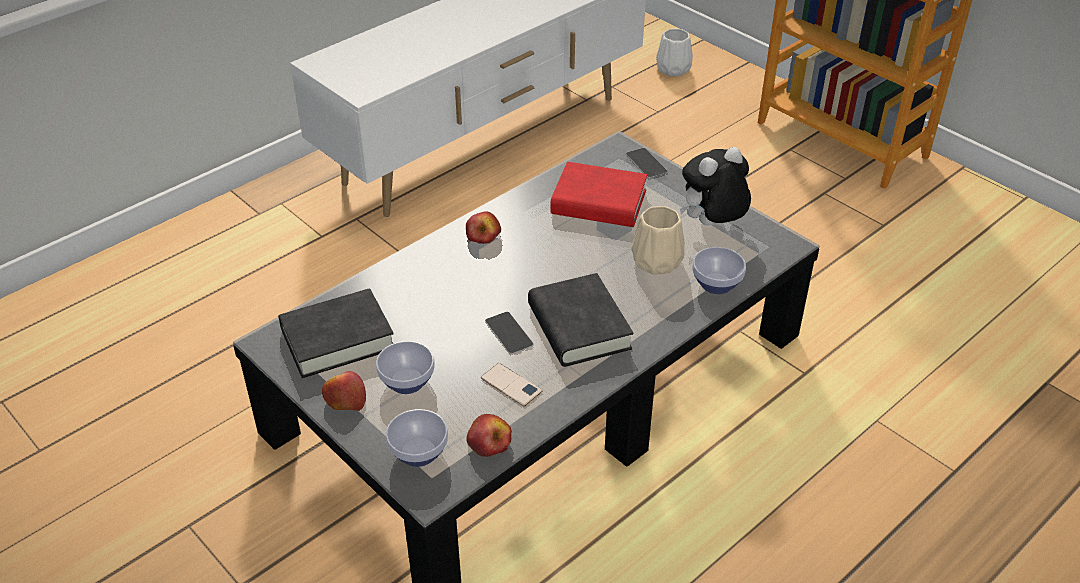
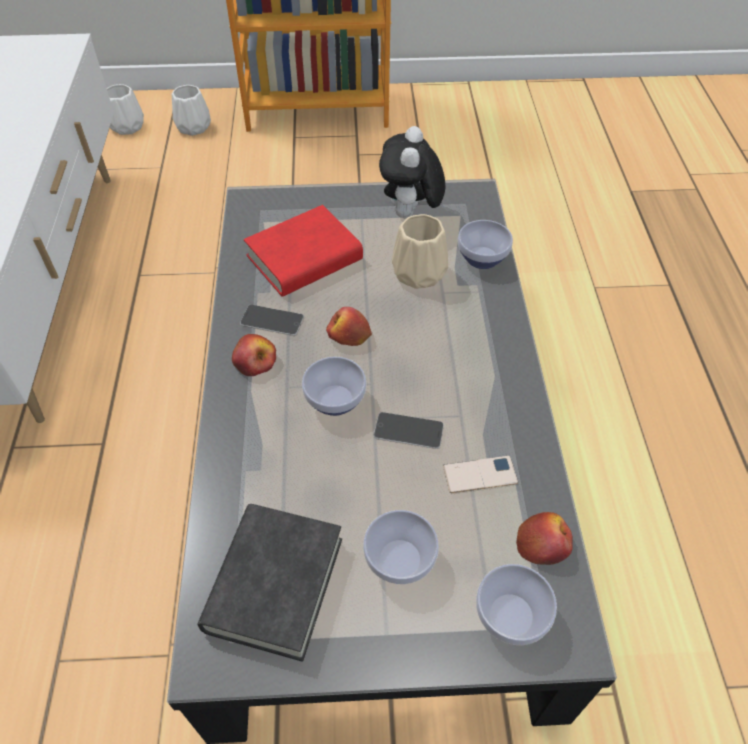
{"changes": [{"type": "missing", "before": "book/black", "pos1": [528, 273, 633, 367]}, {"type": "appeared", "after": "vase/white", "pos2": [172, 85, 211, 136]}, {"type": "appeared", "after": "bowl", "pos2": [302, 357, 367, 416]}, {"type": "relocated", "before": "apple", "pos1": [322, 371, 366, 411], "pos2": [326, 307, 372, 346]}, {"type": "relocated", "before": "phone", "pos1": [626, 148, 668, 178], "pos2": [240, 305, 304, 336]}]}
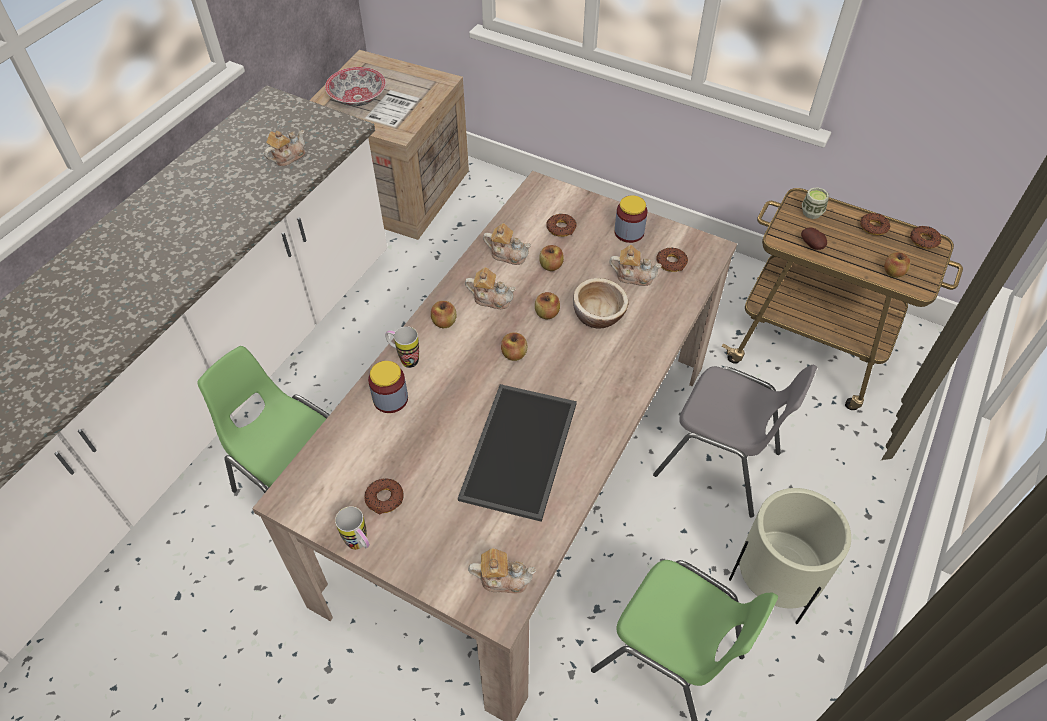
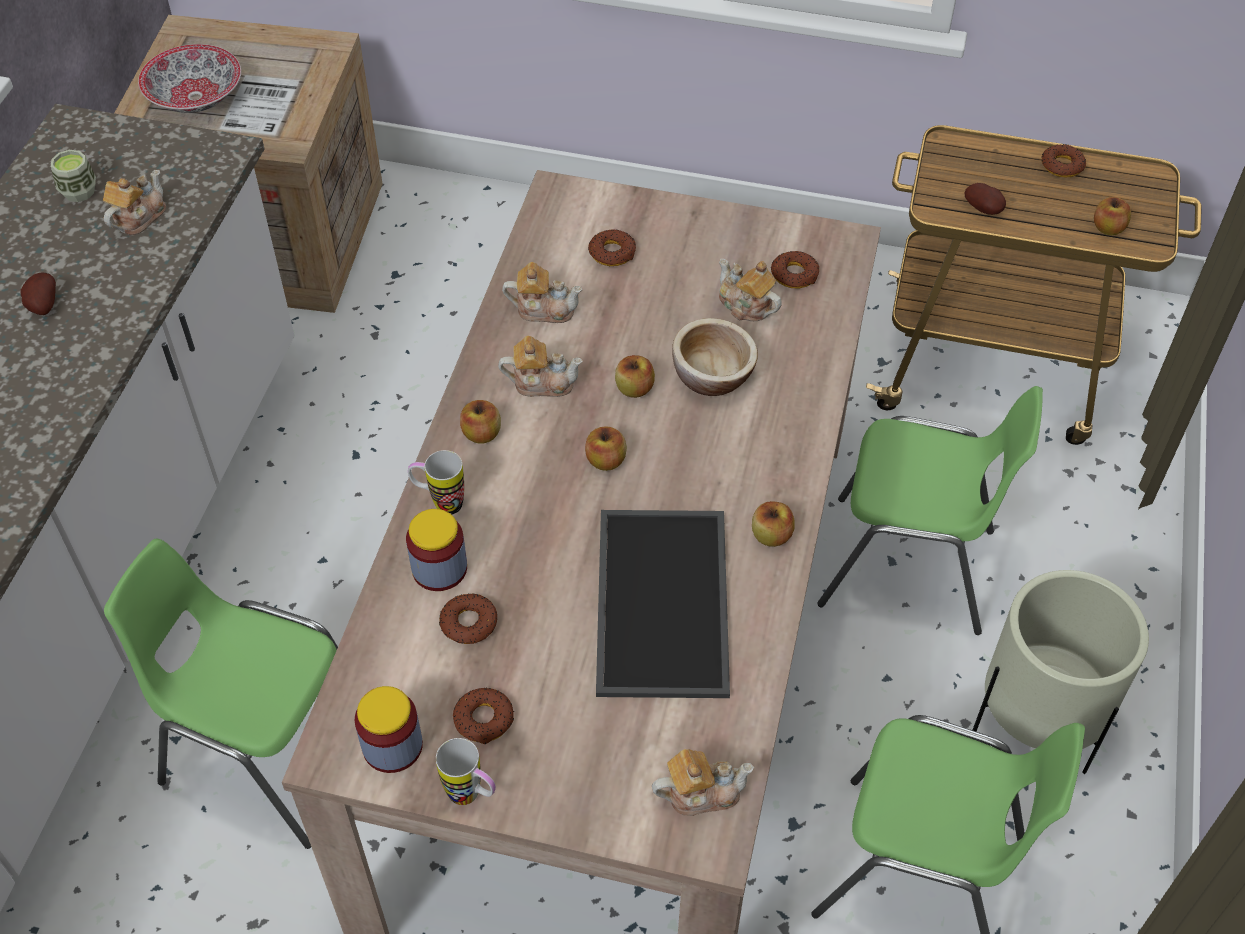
{"changes": [{"type": "appeared", "after": "potato", "pos2": [20, 272, 56, 315]}, {"type": "relocated", "before": "apple", "pos1": [540, 245, 564, 271], "pos2": [752, 501, 795, 547]}, {"type": "relocated", "before": "jar", "pos1": [614, 195, 648, 243], "pos2": [355, 686, 423, 773]}, {"type": "relocated", "before": "cup", "pos1": [802, 187, 829, 219], "pos2": [51, 150, 96, 202]}, {"type": "relocated", "before": "donut", "pos1": [910, 226, 941, 249], "pos2": [439, 593, 497, 644]}, {"type": "colour", "before": "chair/grey", "after": "chair/green", "pos1": [653, 365, 817, 518], "pos2": [817, 386, 1043, 635]}, {"type": "spun", "before": "teapot", "pos1": [609, 245, 662, 286], "pos2": [719, 259, 782, 321], "turn": -135}]}
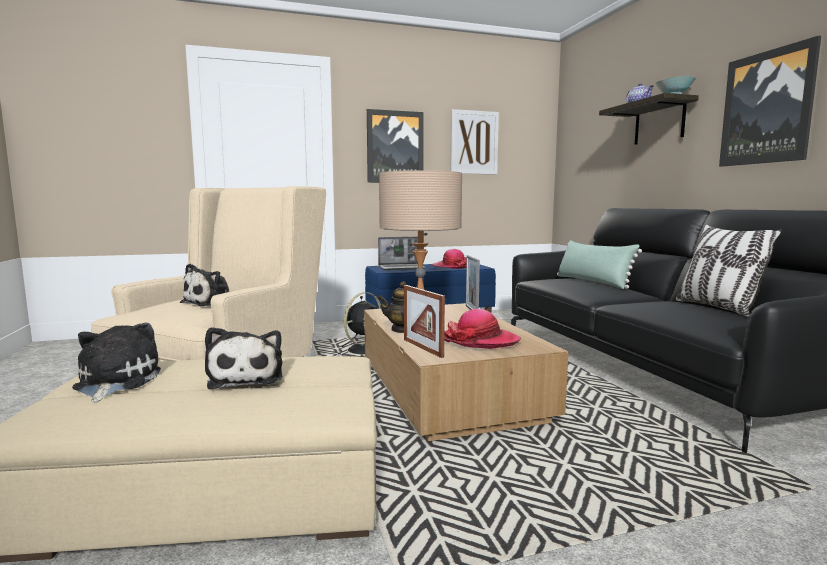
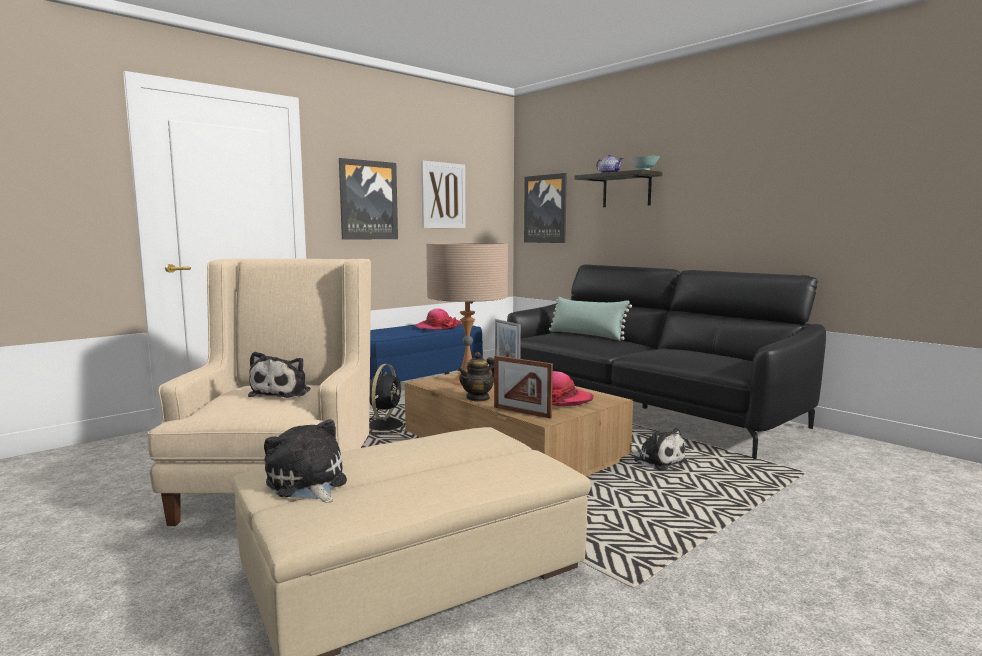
{"changes": [{"type": "missing", "before": "laptop", "pos1": [378, 237, 426, 270]}, {"type": "missing", "before": "pillow", "pos1": [676, 224, 782, 317]}, {"type": "relocated", "before": "plush toy", "pos1": [205, 327, 283, 389], "pos2": [631, 428, 687, 471]}, {"type": "relocated", "before": "picture", "pos1": [719, 36, 821, 167], "pos2": [524, 173, 567, 243]}]}
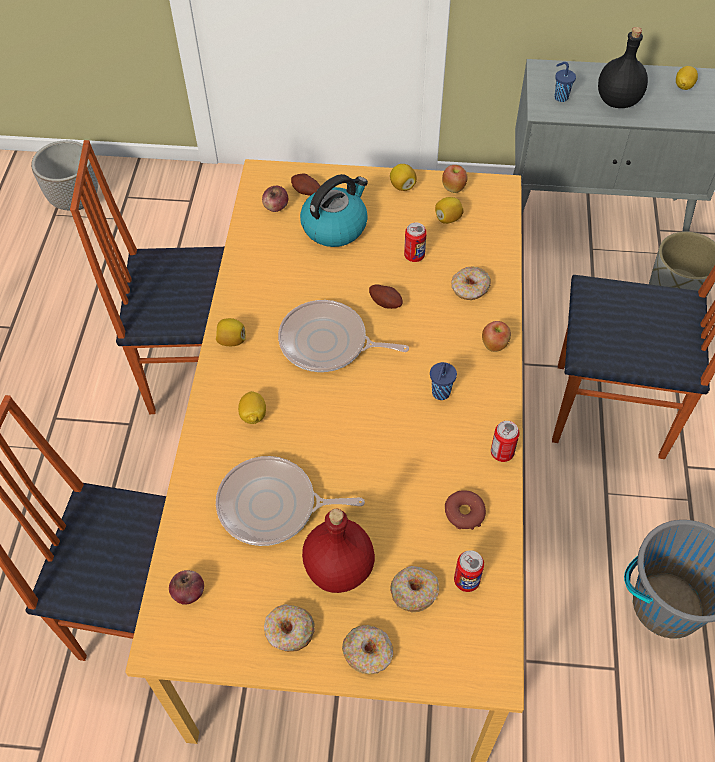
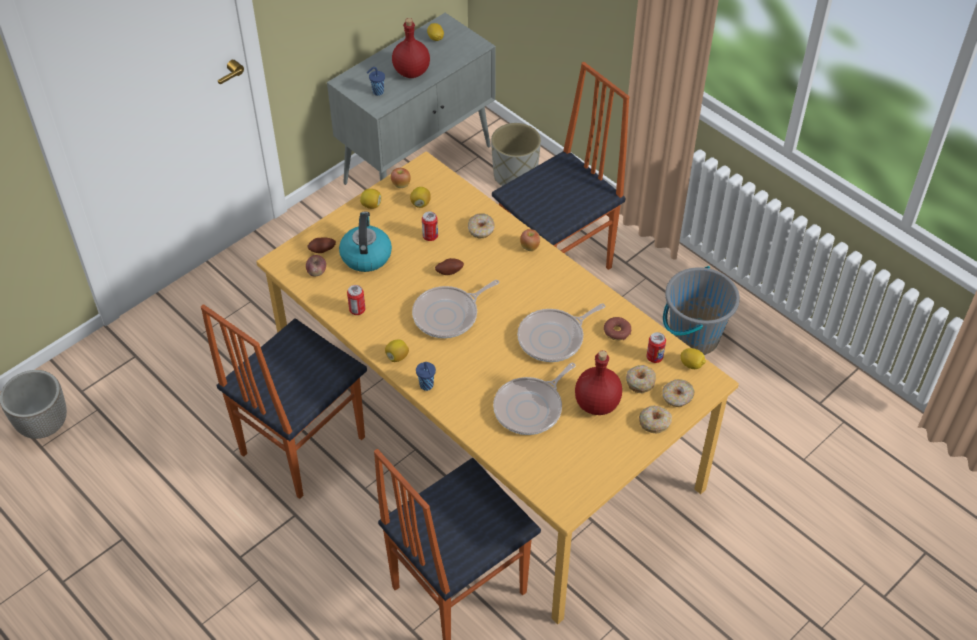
{"changes": [{"type": "missing", "before": "apple", "pos1": [169, 570, 204, 605]}, {"type": "appeared", "after": "frying pan", "pos2": [517, 303, 606, 362]}, {"type": "relocated", "before": "lemon", "pos1": [238, 391, 266, 424], "pos2": [681, 348, 706, 369]}, {"type": "relocated", "before": "donut", "pos1": [264, 604, 315, 652], "pos2": [662, 379, 694, 407]}, {"type": "relocated", "before": "cup/blue", "pos1": [430, 362, 457, 400], "pos2": [416, 362, 436, 391]}, {"type": "relocated", "before": "can", "pos1": [491, 421, 520, 462], "pos2": [347, 285, 365, 315]}, {"type": "colour", "before": "bottle/black", "after": "bottle/red", "pos1": [598, 27, 648, 108], "pos2": [392, 18, 430, 78]}]}
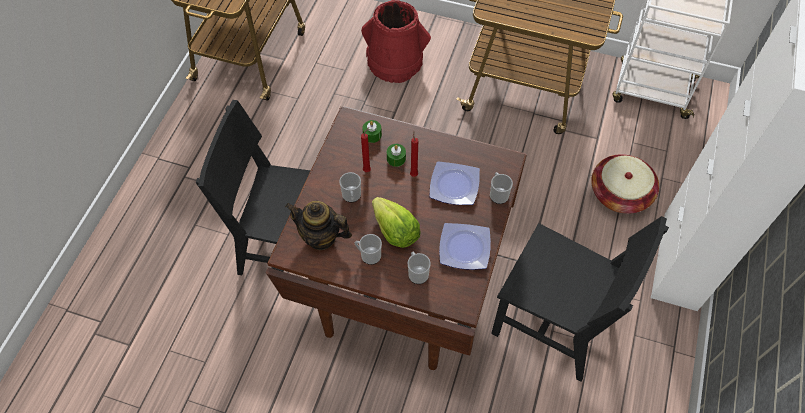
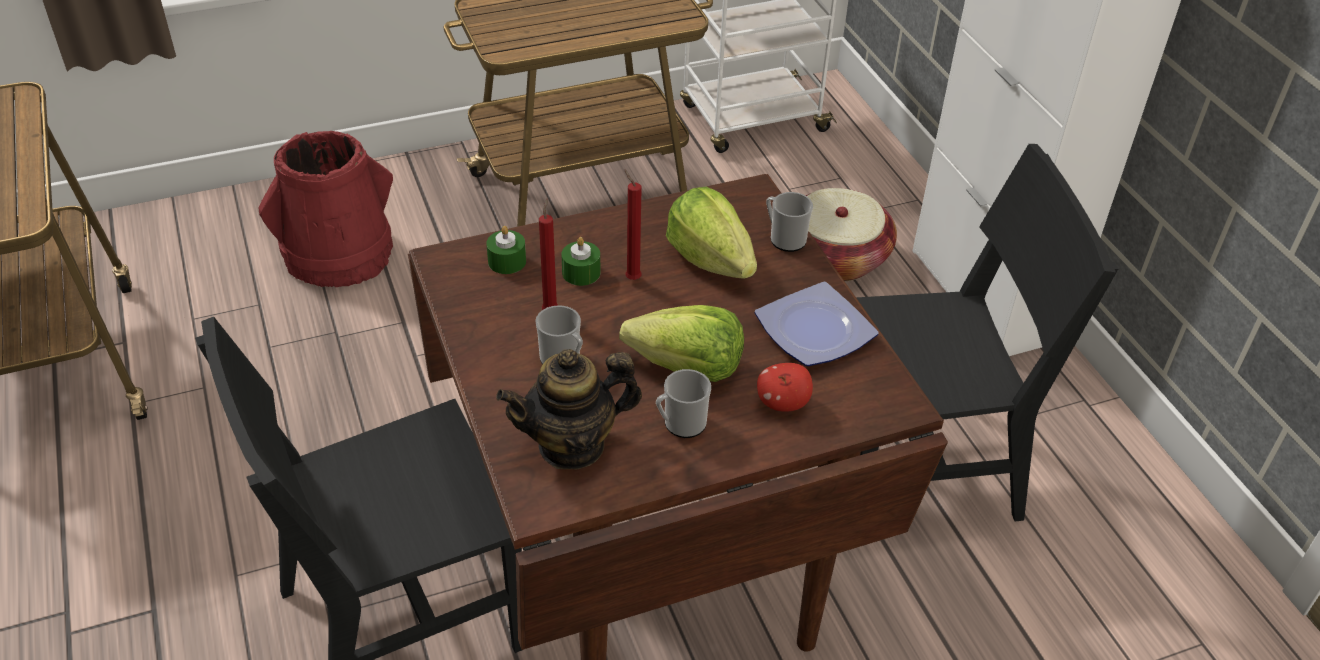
{"changes": [{"type": "exchanged", "before": "mug", "after": "apple", "pos1": [408, 252, 431, 284], "pos2": [757, 363, 813, 412]}, {"type": "exchanged", "before": "plate", "after": "lettuce", "pos1": [430, 161, 480, 205], "pos2": [666, 187, 757, 278]}]}
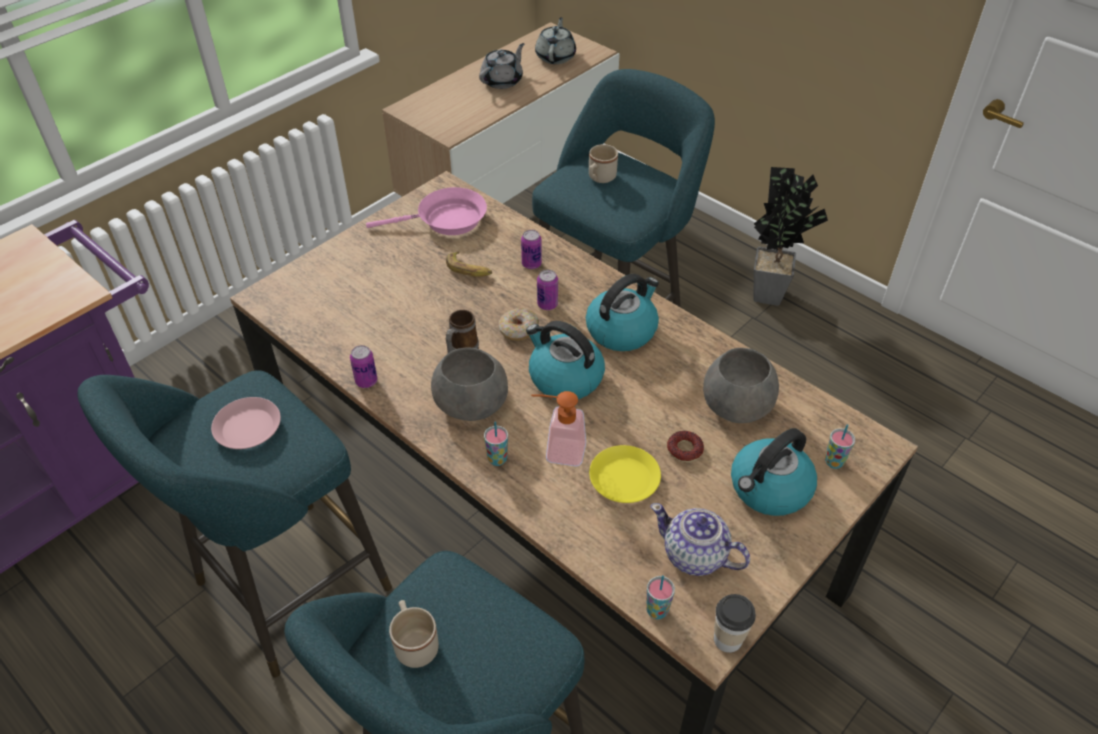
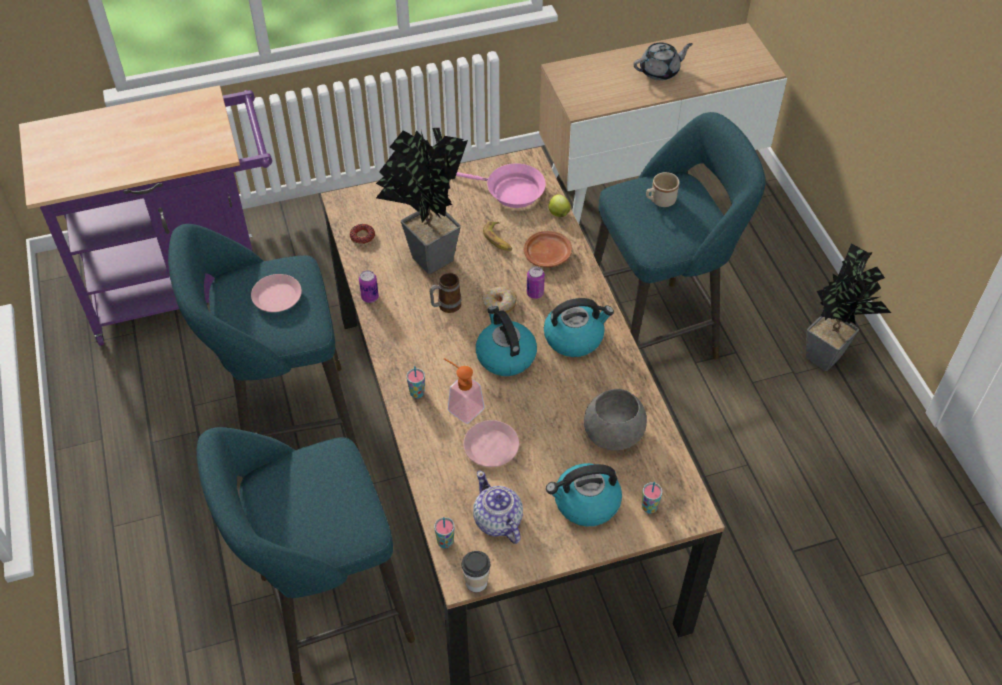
{"changes": [{"type": "missing", "before": "mug/beige", "pos1": [389, 600, 439, 668]}, {"type": "missing", "before": "bowl/grey", "pos1": [431, 347, 508, 421]}, {"type": "missing", "before": "teapot/grey", "pos1": [535, 17, 576, 64]}, {"type": "appeared", "after": "potted plant", "pos2": [376, 128, 468, 274]}, {"type": "appeared", "after": "apple", "pos2": [548, 194, 571, 217]}, {"type": "relocated", "before": "donut", "pos1": [667, 431, 704, 462], "pos2": [350, 224, 375, 245]}, {"type": "exchanged", "before": "can", "after": "plate/brown", "pos1": [521, 230, 542, 269], "pos2": [524, 231, 572, 267]}, {"type": "colour", "before": "plate/yellow", "after": "plate/pink", "pos1": [589, 445, 661, 503], "pos2": [463, 420, 519, 467]}]}
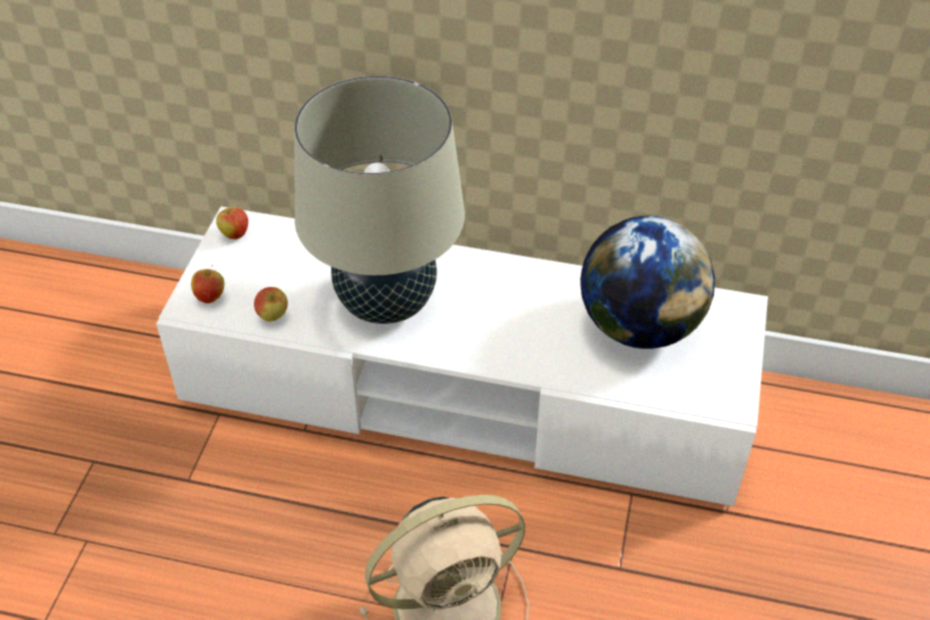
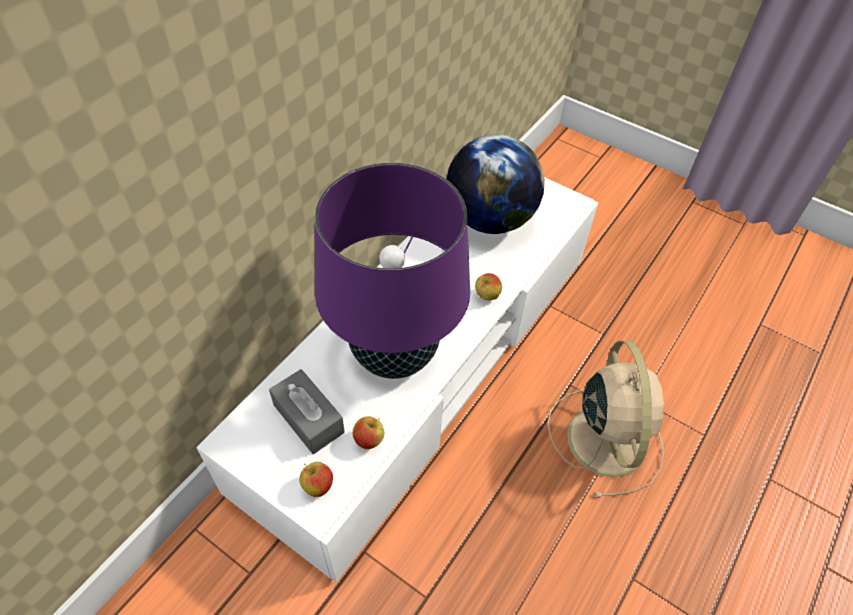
{"changes": [{"type": "appeared", "after": "tissue box/grey", "pos2": [269, 369, 345, 454]}, {"type": "relocated", "before": "apple", "pos1": [216, 205, 248, 240], "pos2": [475, 273, 502, 301]}, {"type": "colour", "before": "table lamp/beige", "after": "table lamp/purple", "pos1": [294, 76, 465, 324], "pos2": [315, 163, 470, 379]}]}
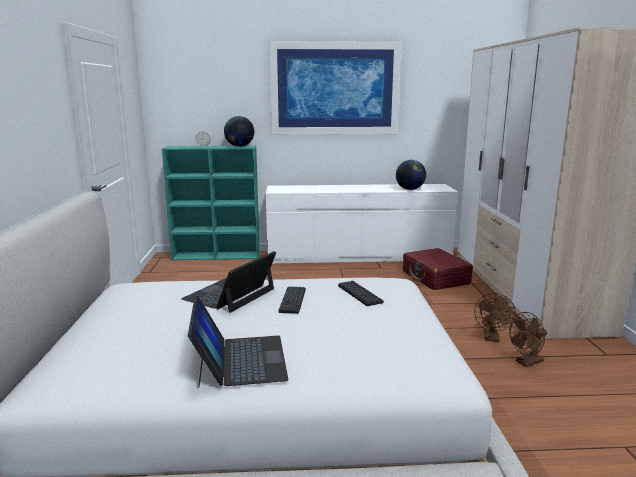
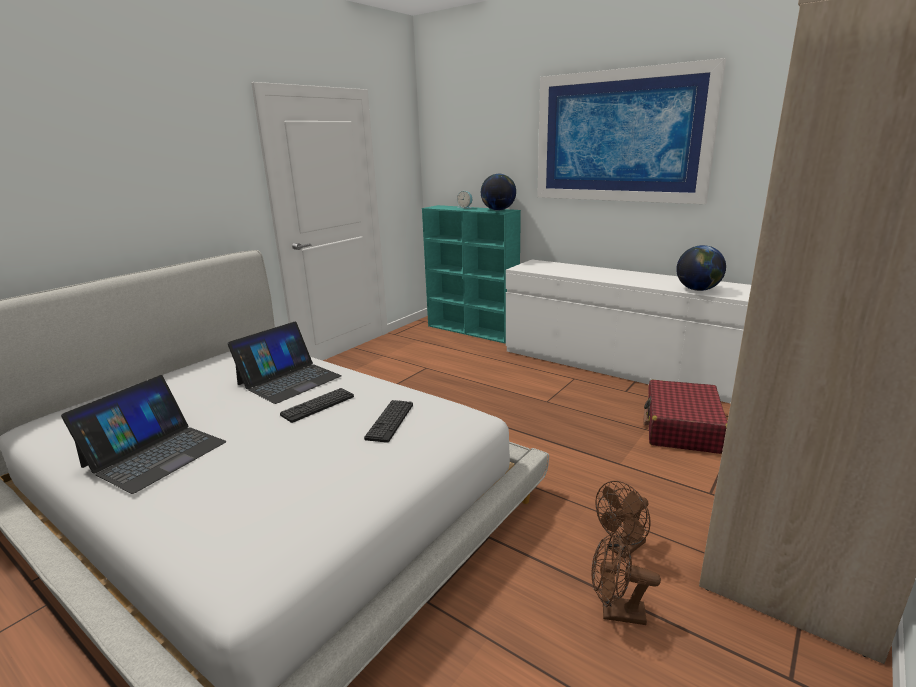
{"changes": [{"type": "spun", "before": "laptop", "pos1": [181, 251, 276, 313], "pos2": [227, 321, 342, 404], "turn": 150}]}
